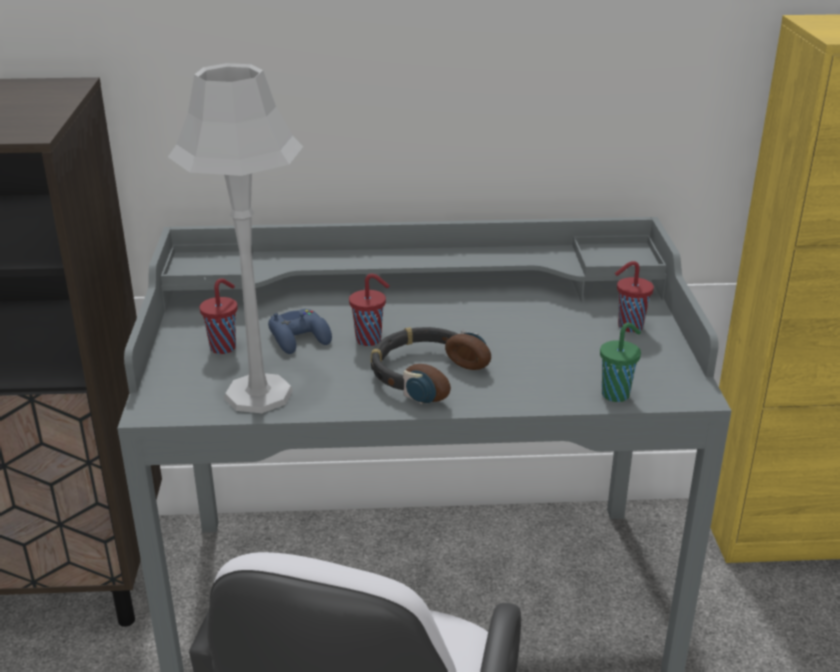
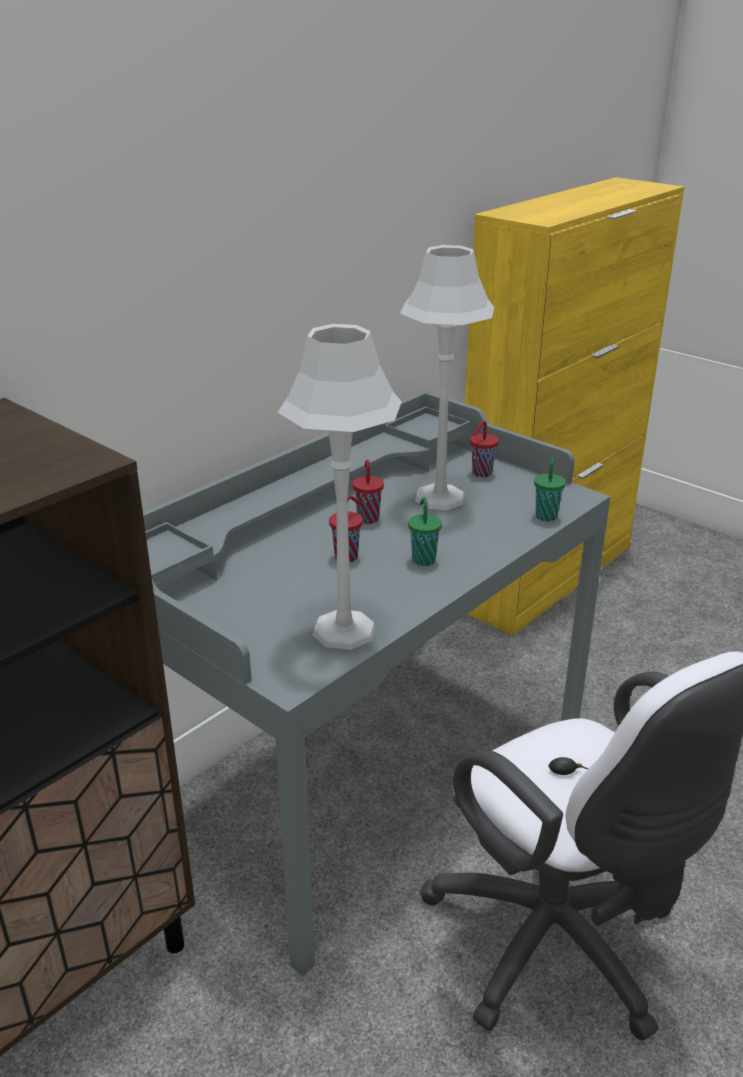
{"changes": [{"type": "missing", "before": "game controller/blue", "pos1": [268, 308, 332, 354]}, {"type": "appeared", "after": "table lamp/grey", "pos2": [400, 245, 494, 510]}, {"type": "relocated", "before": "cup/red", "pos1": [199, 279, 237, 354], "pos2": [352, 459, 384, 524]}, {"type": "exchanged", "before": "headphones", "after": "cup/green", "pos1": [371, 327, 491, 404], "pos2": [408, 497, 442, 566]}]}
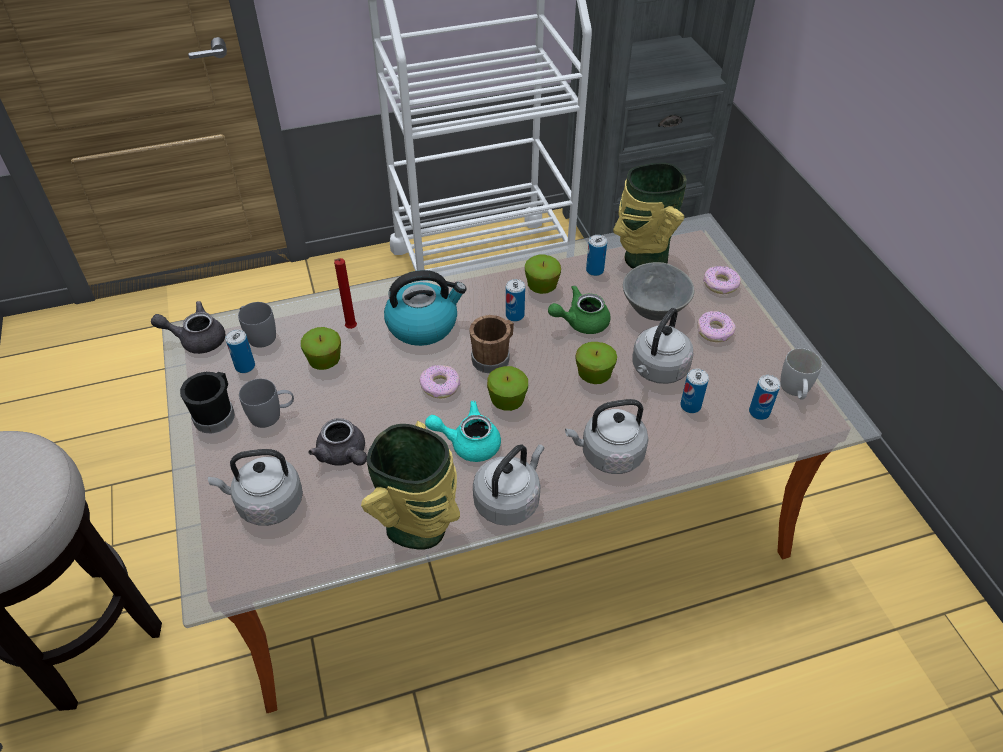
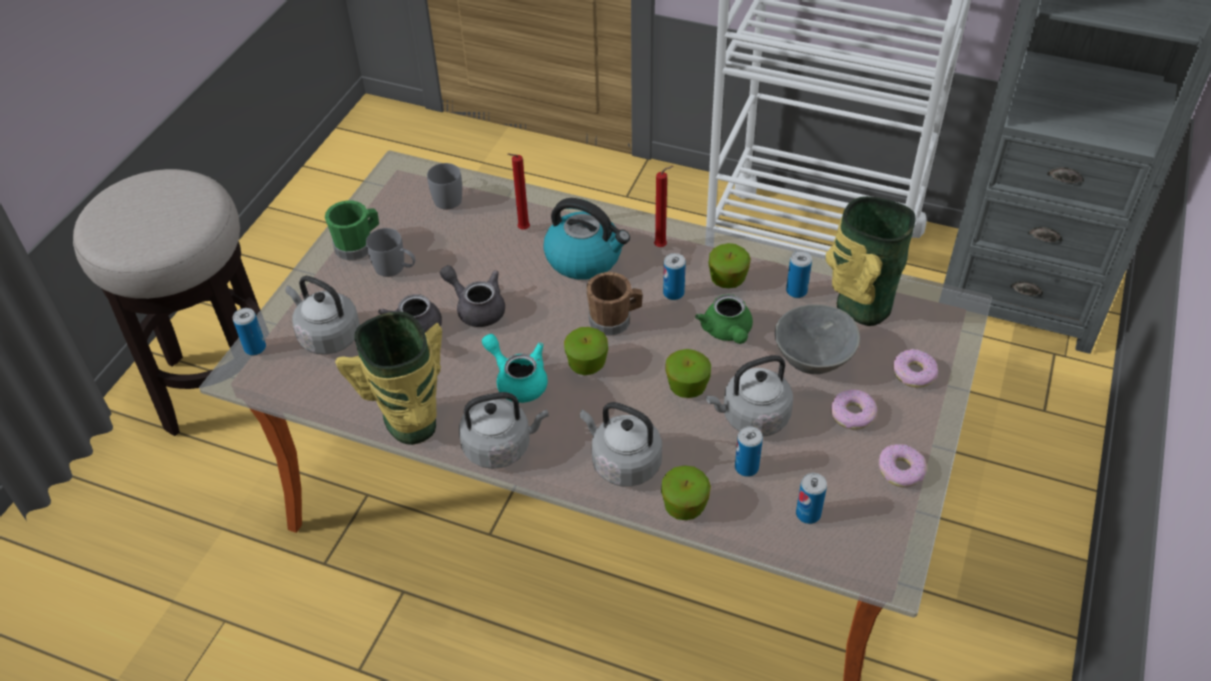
{"changes": [{"type": "missing", "before": "mug/white", "pos1": [780, 348, 822, 400]}, {"type": "appeared", "after": "candle/red", "pos2": [654, 166, 673, 247]}, {"type": "relocated", "before": "teapot/grey", "pos1": [151, 301, 225, 354], "pos2": [440, 265, 505, 327]}, {"type": "relocated", "before": "can", "pos1": [225, 329, 255, 373], "pos2": [233, 308, 266, 355]}, {"type": "relocated", "before": "apple", "pos1": [301, 327, 341, 370], "pos2": [661, 465, 711, 520]}, {"type": "relocated", "before": "donut", "pos1": [419, 365, 460, 398], "pos2": [878, 444, 927, 487]}, {"type": "colour", "before": "mug/black", "after": "mug/green", "pos1": [180, 372, 235, 434], "pos2": [325, 200, 379, 260]}, {"type": "spun", "before": "teapot/green", "pos1": [548, 285, 610, 334], "pos2": [695, 294, 753, 344], "turn": -120}]}
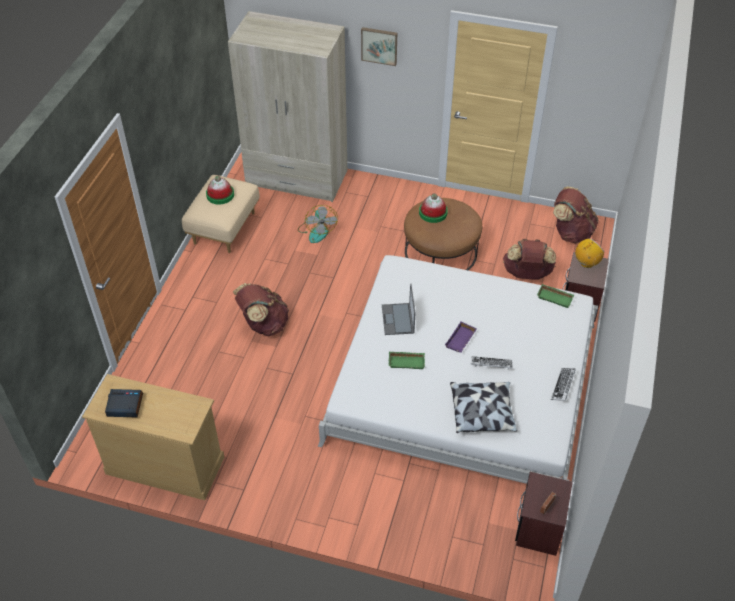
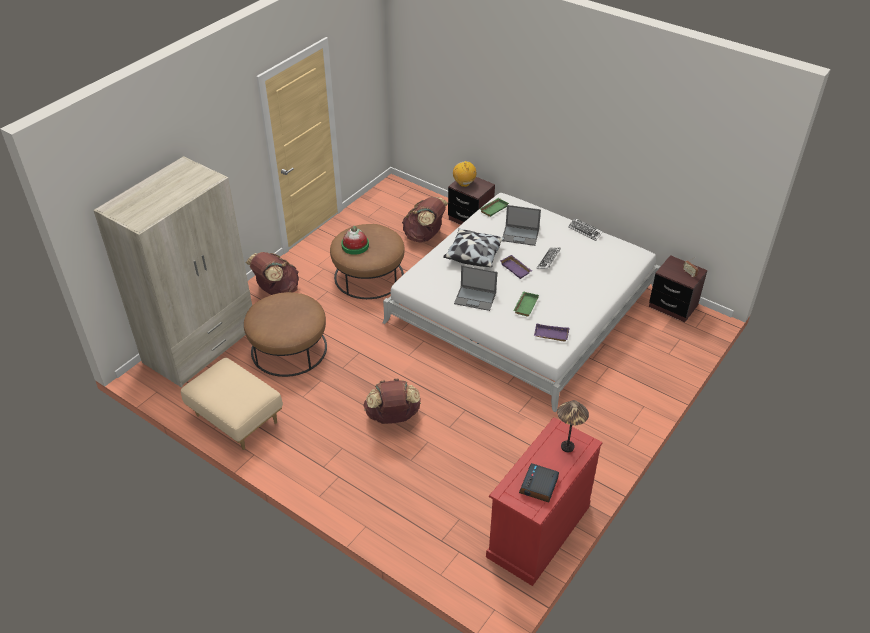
{"changes": [{"type": "missing", "before": "hat", "pos1": [206, 176, 234, 205]}, {"type": "missing", "before": "picture", "pos1": [361, 27, 397, 66]}, {"type": "appeared", "after": "laptop", "pos2": [502, 205, 541, 246]}, {"type": "appeared", "after": "tray/purple", "pos2": [534, 323, 569, 342]}, {"type": "appeared", "after": "table lamp", "pos2": [557, 400, 589, 452]}, {"type": "relocated", "before": "pillow", "pos1": [450, 382, 517, 433], "pos2": [443, 228, 505, 267]}, {"type": "relocated", "before": "backpack/brown", "pos1": [553, 187, 598, 243], "pos2": [246, 252, 299, 295]}, {"type": "exchanged", "before": "fan", "after": "ottoman/brown", "pos1": [298, 205, 338, 243], "pos2": [244, 292, 327, 377]}, {"type": "colour", "before": "dresser/beige", "after": "dresser/red", "pos1": [82, 374, 224, 500], "pos2": [486, 417, 602, 586]}]}
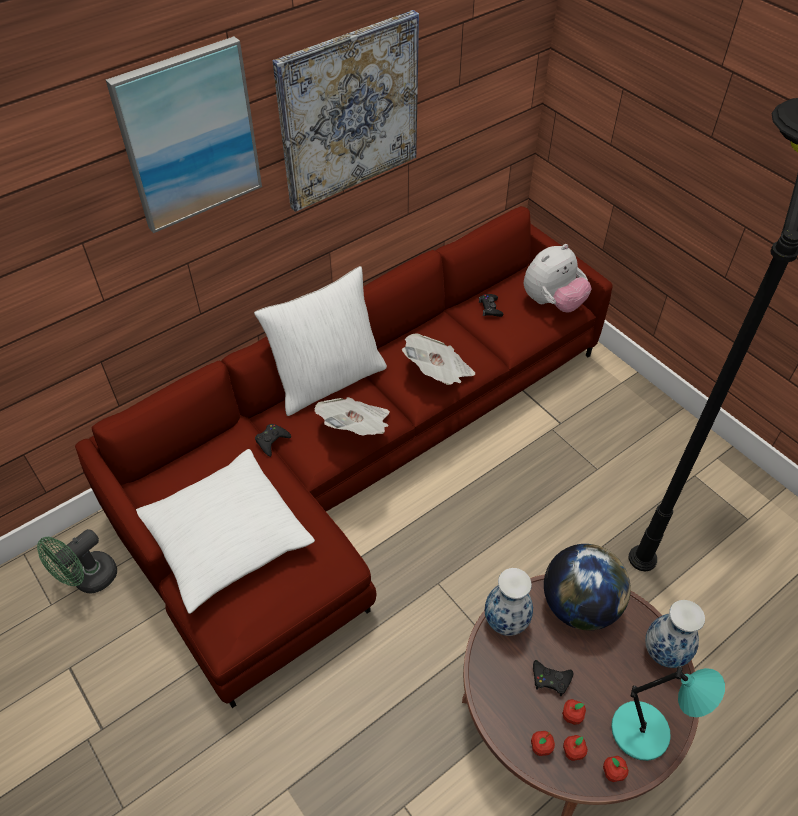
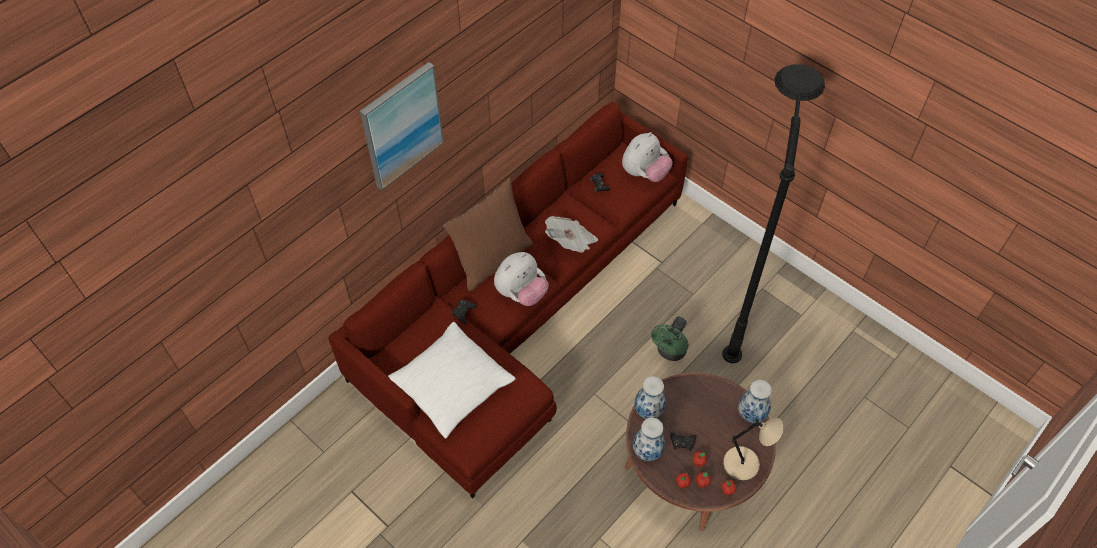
{"changes": [{"type": "missing", "before": "picture", "pos1": [272, 10, 419, 212]}, {"type": "missing", "before": "globe", "pos1": [544, 544, 631, 630]}, {"type": "appeared", "after": "vase", "pos2": [633, 418, 665, 461]}, {"type": "relocated", "before": "fan/green", "pos1": [37, 529, 117, 593], "pos2": [651, 317, 689, 361]}, {"type": "exchanged", "before": "newspaper", "after": "plush toy", "pos1": [315, 397, 390, 436], "pos2": [494, 252, 549, 306]}, {"type": "colour", "before": "pillow/white", "after": "pillow/brown", "pos1": [254, 266, 387, 416], "pos2": [443, 178, 533, 292]}, {"type": "colour", "before": "table lamp/turquoise", "after": "table lamp/beige", "pos1": [611, 666, 725, 761], "pos2": [723, 418, 784, 481]}]}
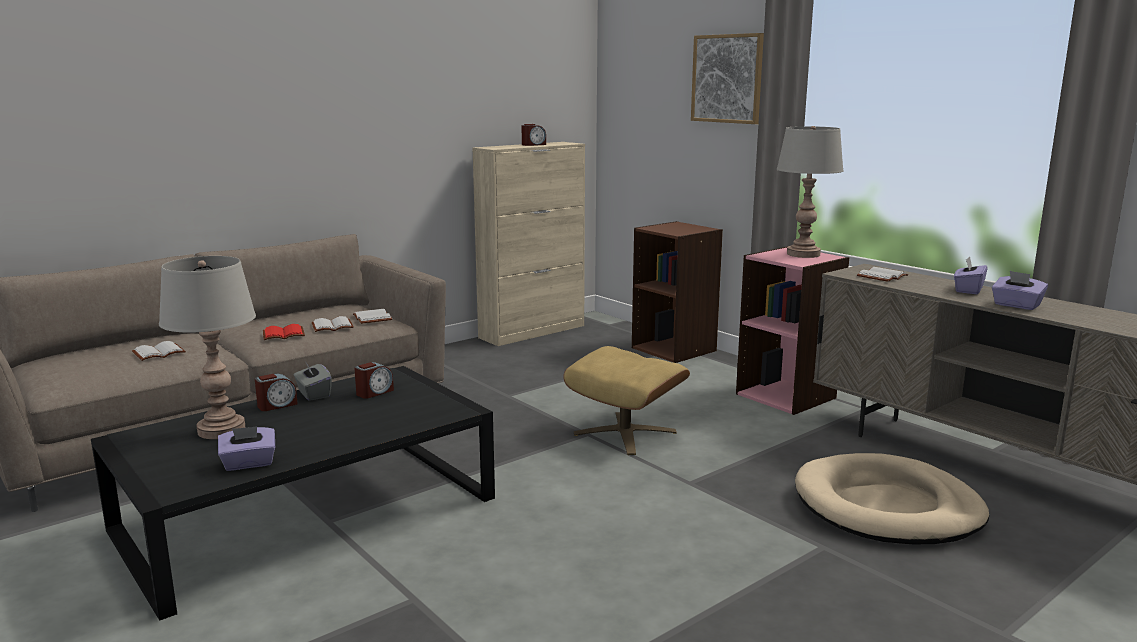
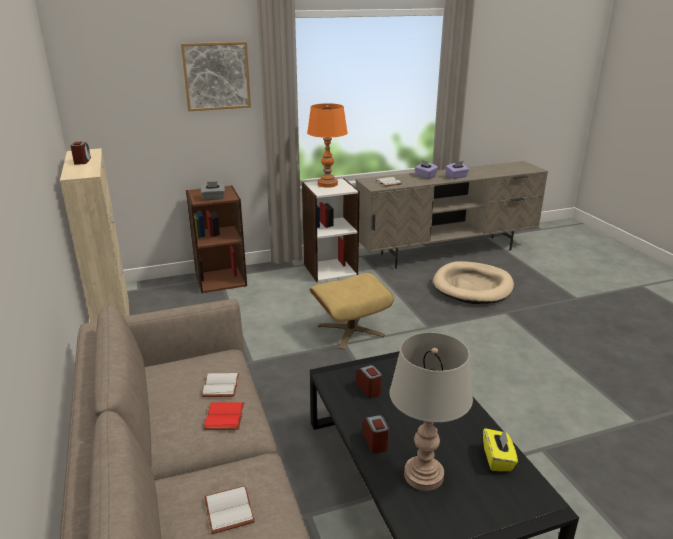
{"changes": [{"type": "missing", "before": "book/white", "pos1": [353, 309, 392, 324]}, {"type": "relocated", "before": "tissue box/grey", "pos1": [294, 363, 332, 401], "pos2": [201, 181, 225, 200]}, {"type": "colour", "before": "tissue box/purple", "after": "tissue box/yellow", "pos1": [218, 426, 275, 471], "pos2": [483, 428, 518, 471]}, {"type": "colour", "before": "bookcase/pink", "after": "bookcase/white", "pos1": [736, 246, 849, 415], "pos2": [302, 178, 360, 282]}, {"type": "colour", "before": "table lamp/grey", "after": "table lamp/orange", "pos1": [777, 126, 844, 258], "pos2": [307, 103, 348, 188]}]}
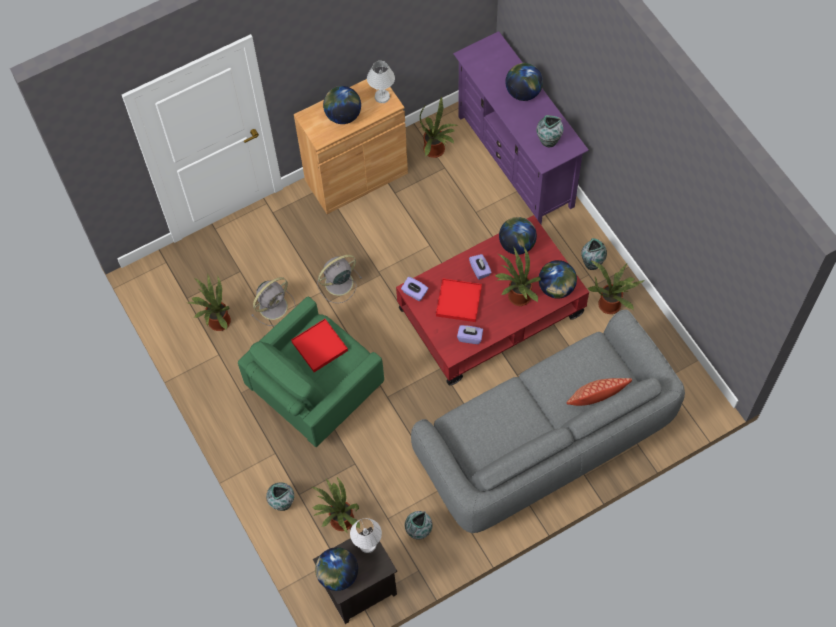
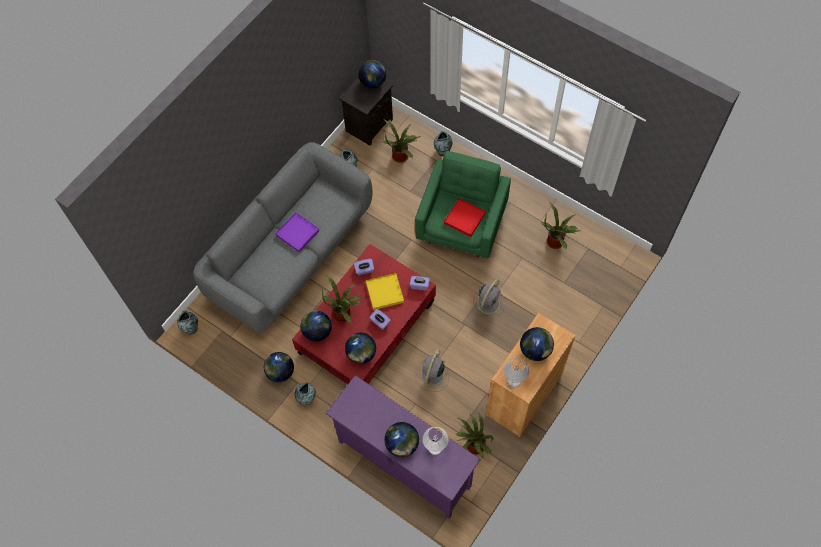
{"changes": [{"type": "missing", "before": "pillow", "pos1": [566, 378, 632, 406]}, {"type": "appeared", "after": "tray/purple", "pos2": [275, 212, 319, 252]}, {"type": "relocated", "before": "fan/grey", "pos1": [251, 277, 295, 326], "pos2": [415, 350, 449, 392]}, {"type": "relocated", "before": "table lamp/white", "pos1": [350, 518, 382, 553], "pos2": [422, 427, 448, 455]}, {"type": "relocated", "before": "vase", "pos1": [536, 115, 563, 147], "pos2": [177, 311, 198, 334]}, {"type": "exchanged", "before": "potted plant", "after": "globe", "pos1": [587, 260, 646, 314], "pos2": [264, 352, 294, 382]}, {"type": "colour", "before": "tray/red", "after": "tray/yellow", "pos1": [436, 278, 482, 322], "pos2": [366, 273, 404, 310]}]}
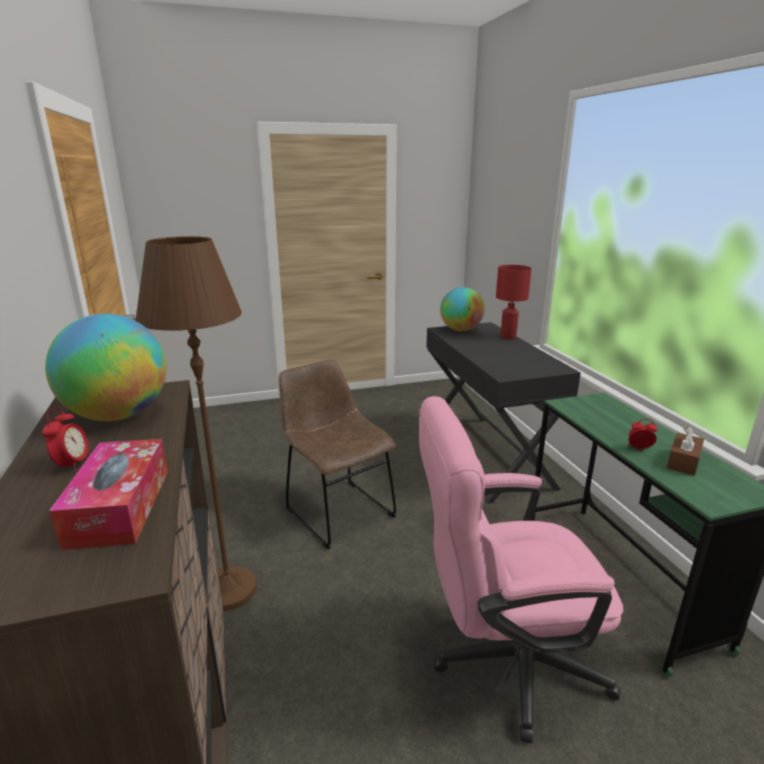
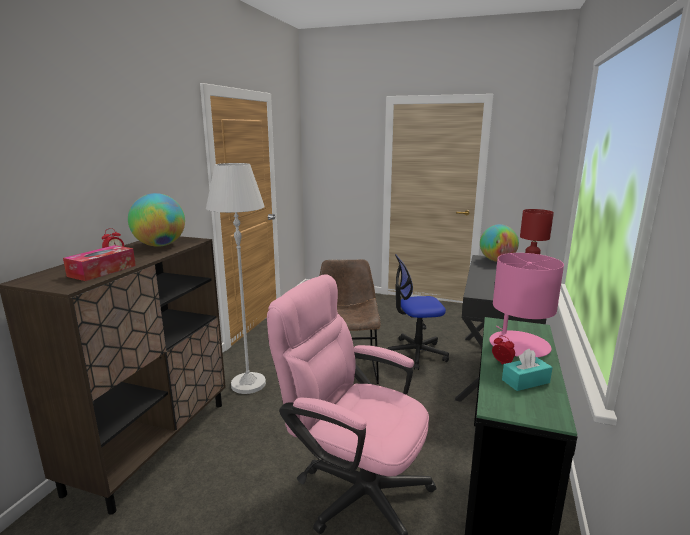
{"changes": [{"type": "appeared", "after": "office chair", "pos2": [388, 254, 449, 370]}, {"type": "appeared", "after": "table lamp/pink", "pos2": [489, 253, 564, 358]}, {"type": "colour", "before": "floor lamp/brown", "after": "floor lamp/white", "pos1": [135, 236, 257, 611], "pos2": [206, 163, 266, 394]}, {"type": "colour", "before": "tissue box/brown", "after": "tissue box/turquoise", "pos1": [667, 426, 704, 476], "pos2": [502, 349, 552, 391]}]}
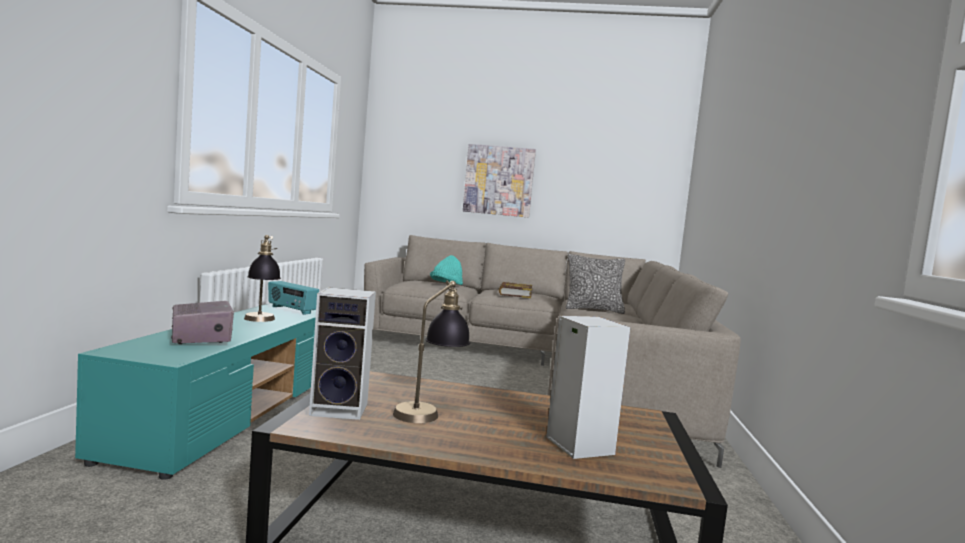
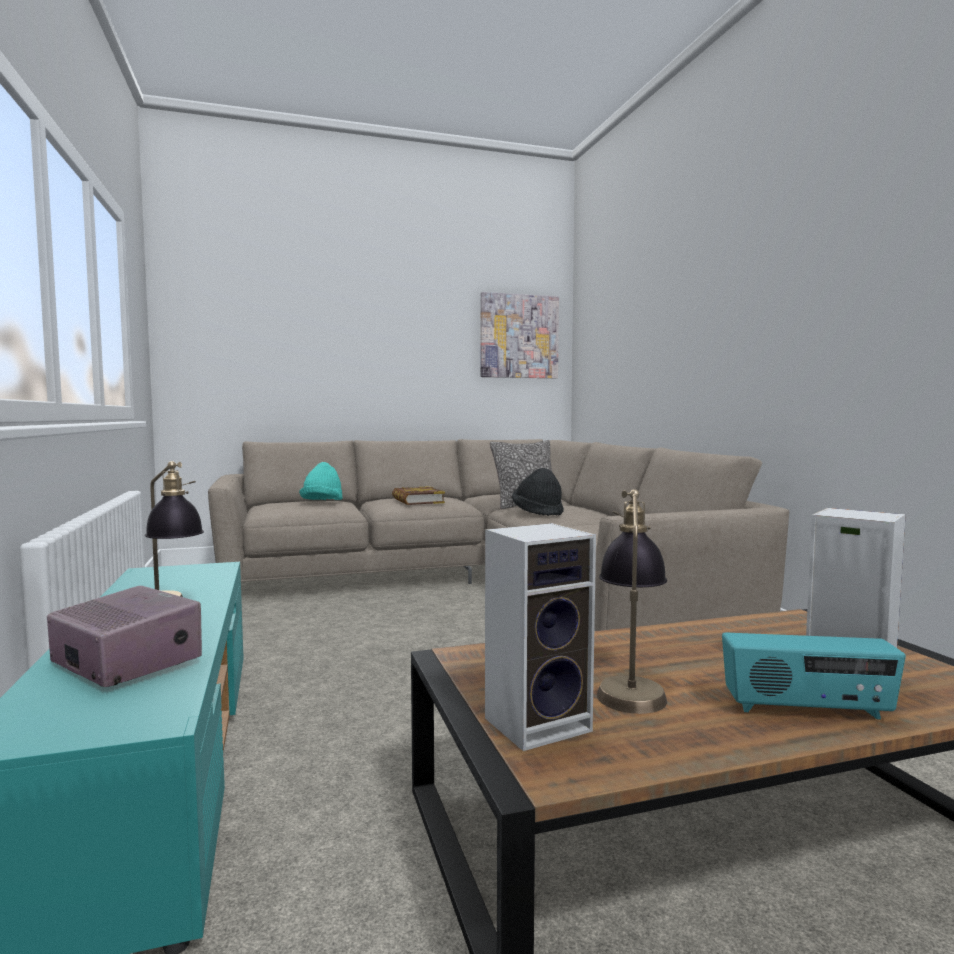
{"changes": [{"type": "appeared", "after": "hat/black", "pos2": [512, 468, 564, 516]}, {"type": "relocated", "before": "radio", "pos1": [268, 281, 319, 315], "pos2": [722, 632, 906, 720]}, {"type": "relocated", "before": "picture", "pos1": [463, 144, 536, 218], "pos2": [481, 292, 559, 378]}]}
